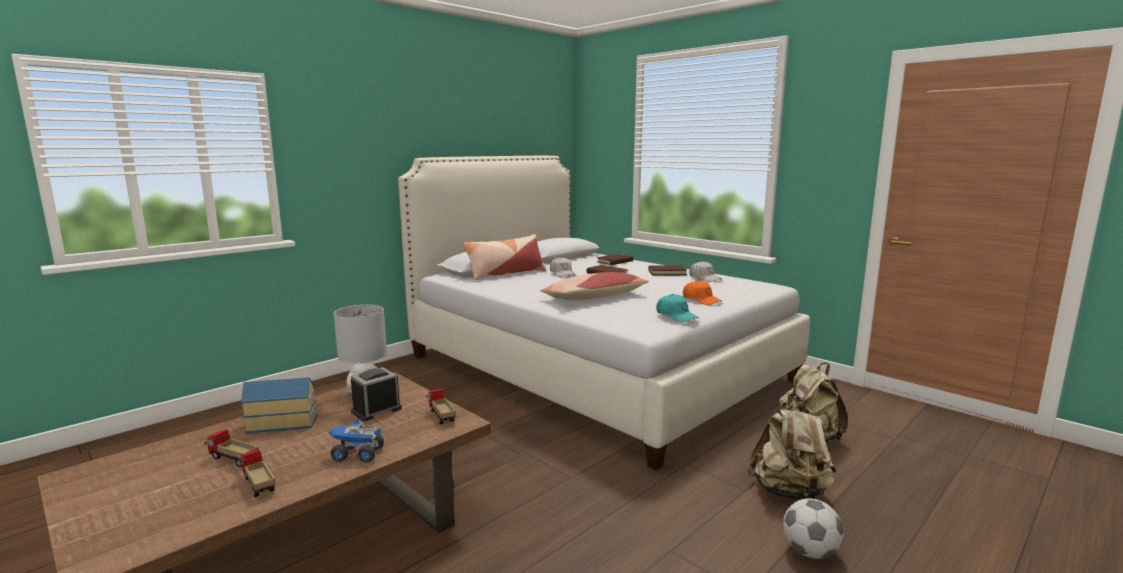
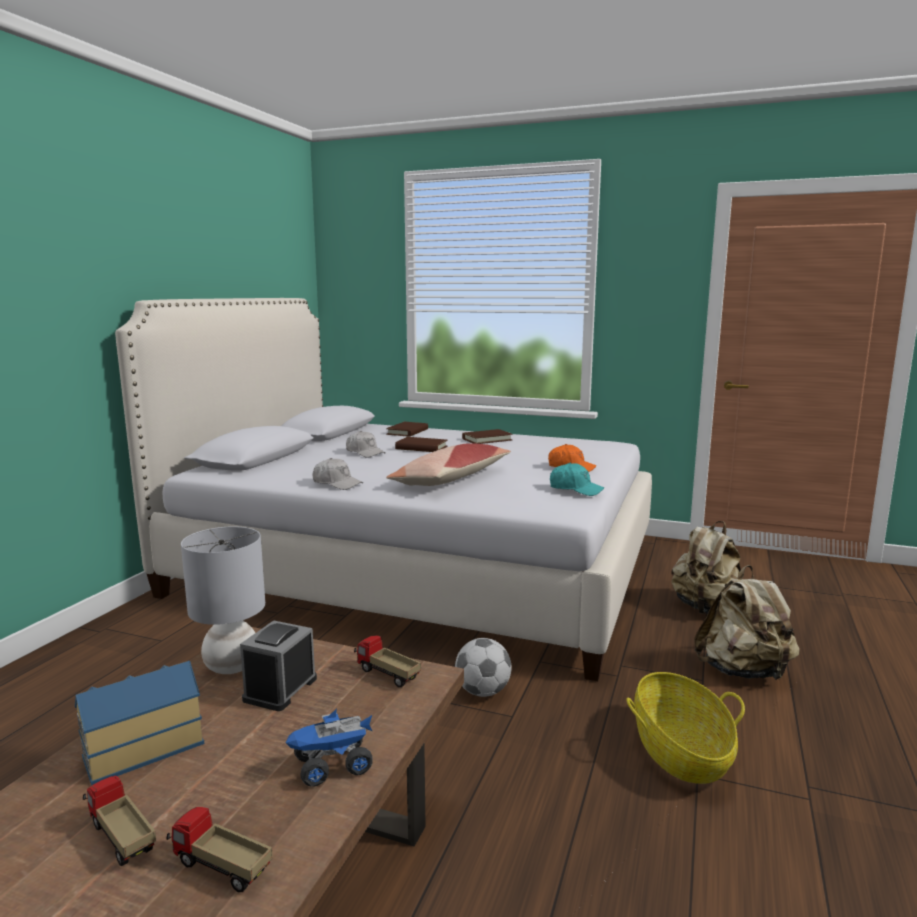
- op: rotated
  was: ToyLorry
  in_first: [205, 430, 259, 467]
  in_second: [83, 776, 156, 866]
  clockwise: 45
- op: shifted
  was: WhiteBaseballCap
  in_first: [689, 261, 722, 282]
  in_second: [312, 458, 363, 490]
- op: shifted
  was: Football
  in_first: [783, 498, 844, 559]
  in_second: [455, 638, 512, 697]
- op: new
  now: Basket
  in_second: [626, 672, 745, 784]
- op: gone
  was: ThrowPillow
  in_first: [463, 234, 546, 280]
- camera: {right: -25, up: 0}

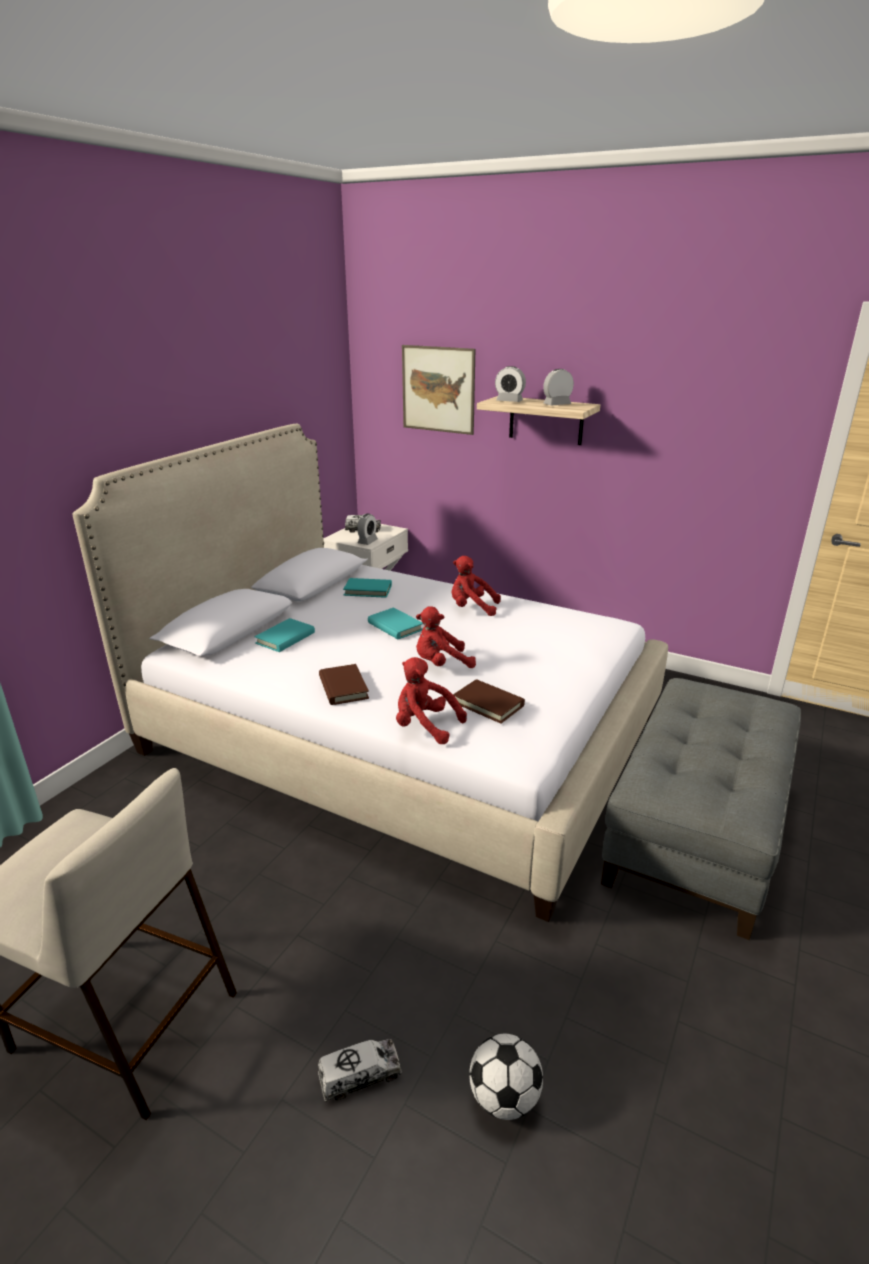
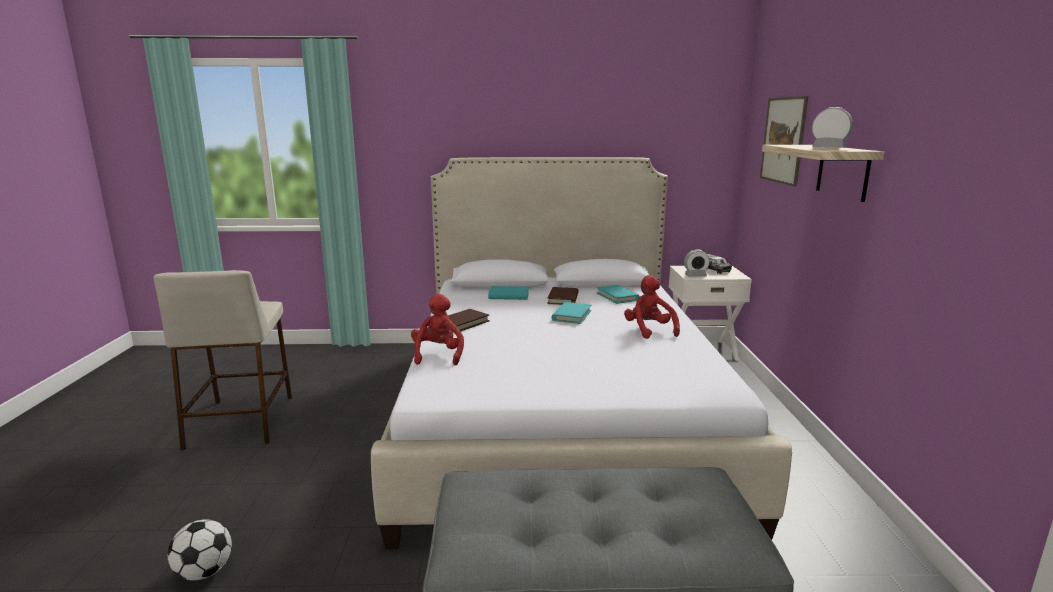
- op: shifted
  was: BrownishVolume
  in_first: [453, 679, 525, 723]
  in_second: [547, 287, 578, 305]
- op: gone
  was: ToyLorry
  in_first: [318, 1039, 402, 1102]
- op: gone
  was: ReddishSoftToy
  in_first: [416, 606, 476, 668]
- op: gone
  was: BedsideClock
  in_first: [495, 366, 526, 402]
- camera: {right: 60, up: -10}

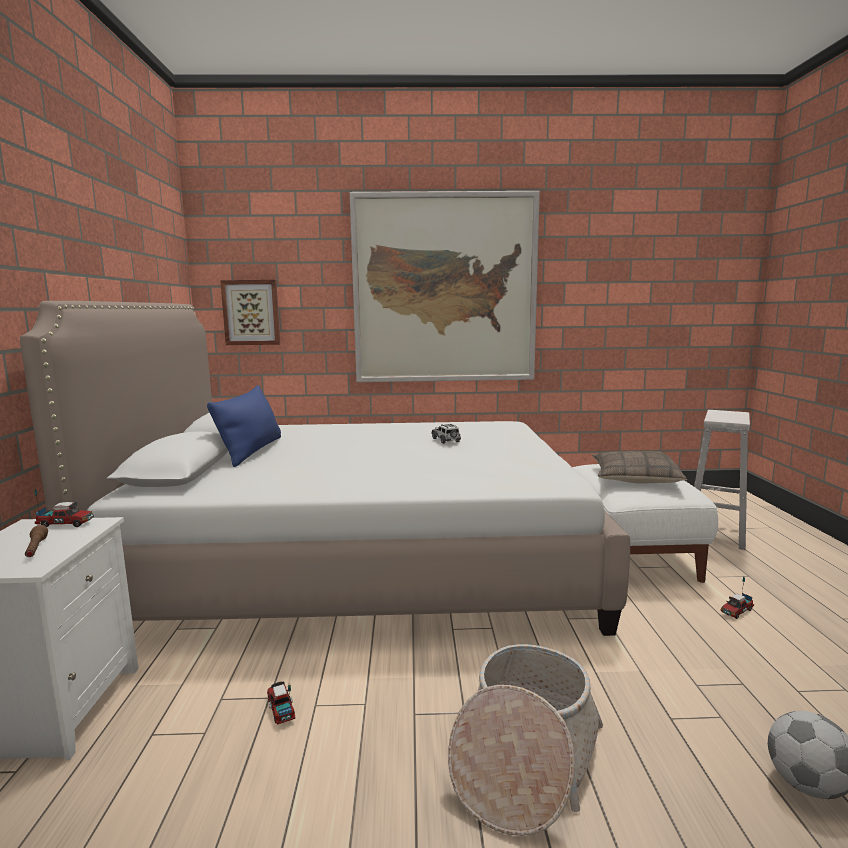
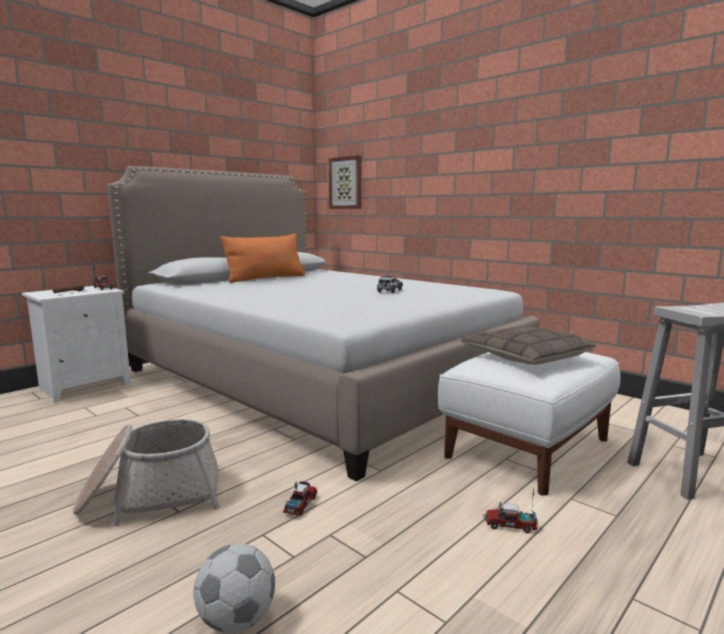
- op: repainted
  was: BluishThrowPillow
  now: OrangeColouredThrowPillow
  in_first: [207, 385, 281, 467]
  in_second: [220, 234, 305, 283]
- op: shifted
  was: ToyLorry
  in_first: [267, 681, 295, 725]
  in_second: [283, 481, 317, 516]
- op: gone
  was: WallPicture
  in_first: [350, 191, 540, 382]
- camera: {right: 45, up: 0}

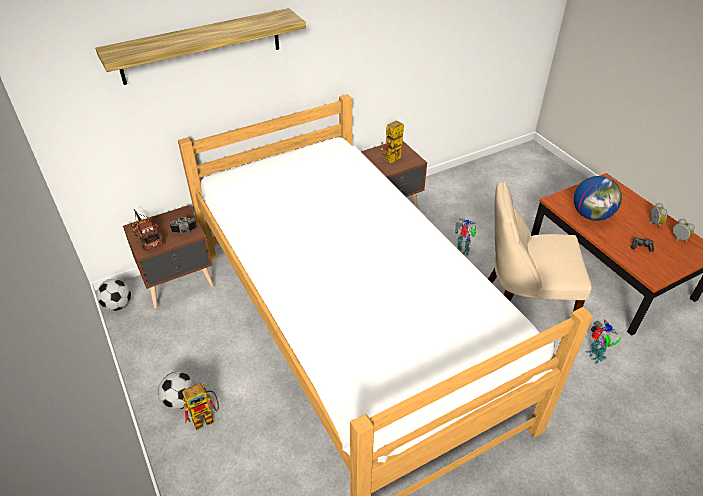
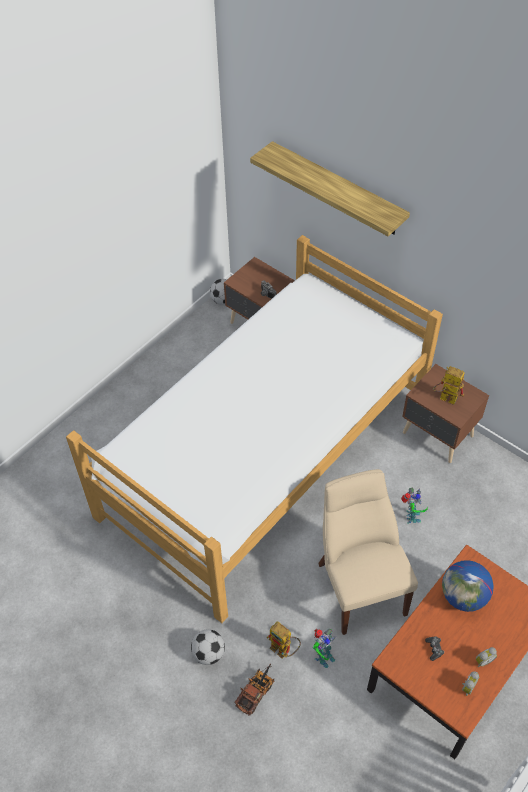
- op: shifted
  was: Football
  in_first: [158, 371, 196, 410]
  in_second: [191, 629, 225, 665]
- op: shifted
  was: ToyLorry
  in_first: [131, 209, 164, 251]
  in_second: [234, 664, 274, 716]
- op: shifted
  was: RobotFigure
  in_first: [182, 383, 219, 430]
  in_second: [267, 622, 301, 659]
- camera: {right: 70, up: 10}

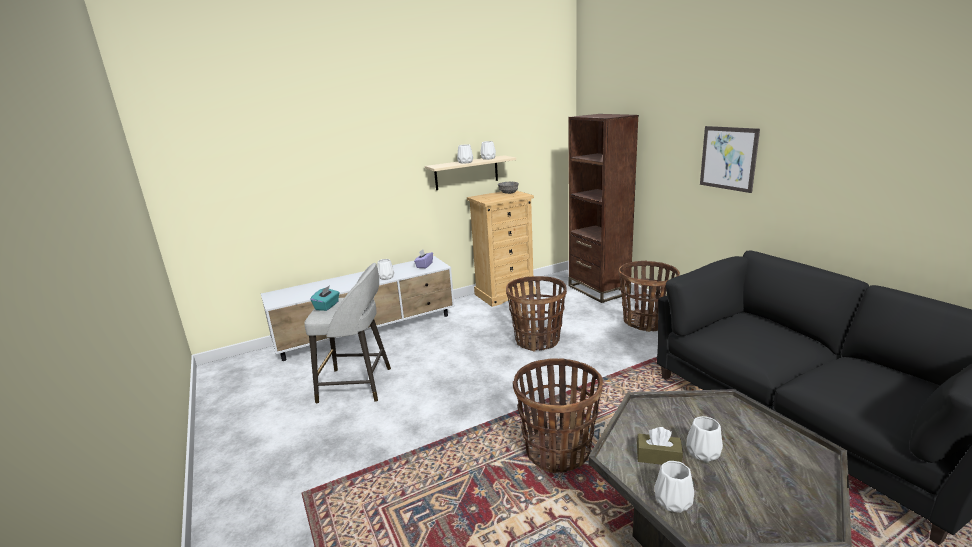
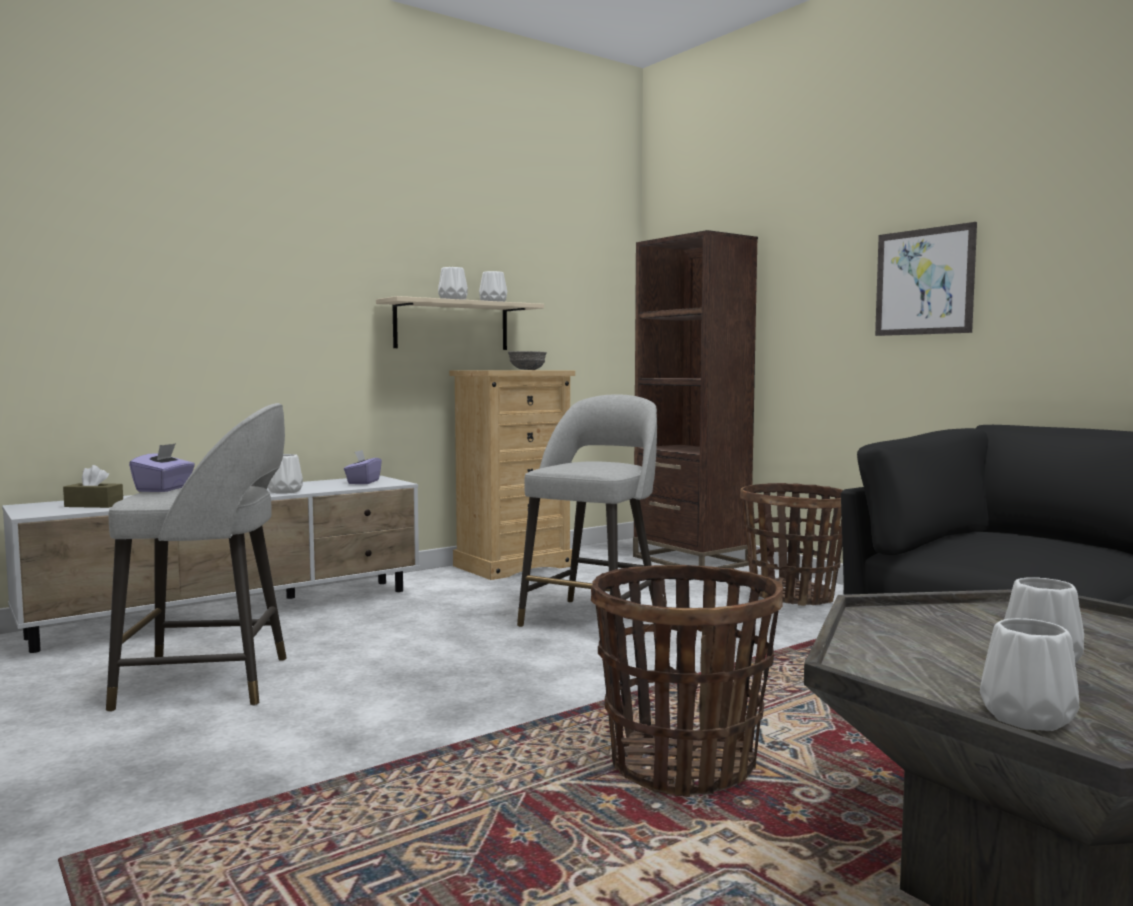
- op: shifted
  was: BrownishTissueHolder
  in_first: [637, 427, 683, 465]
  in_second: [63, 465, 123, 508]
- op: repainted
  was: TurquoiseTissueHolder
  now: PurpleColouredTissueHolder
  in_first: [310, 285, 340, 311]
  in_second: [129, 443, 195, 492]
- op: swapped
  was: Basket
  now: GraySittingStool
  in_first: [506, 276, 567, 351]
  in_second: [517, 394, 657, 627]
- camera: {right: -10, up: -15}

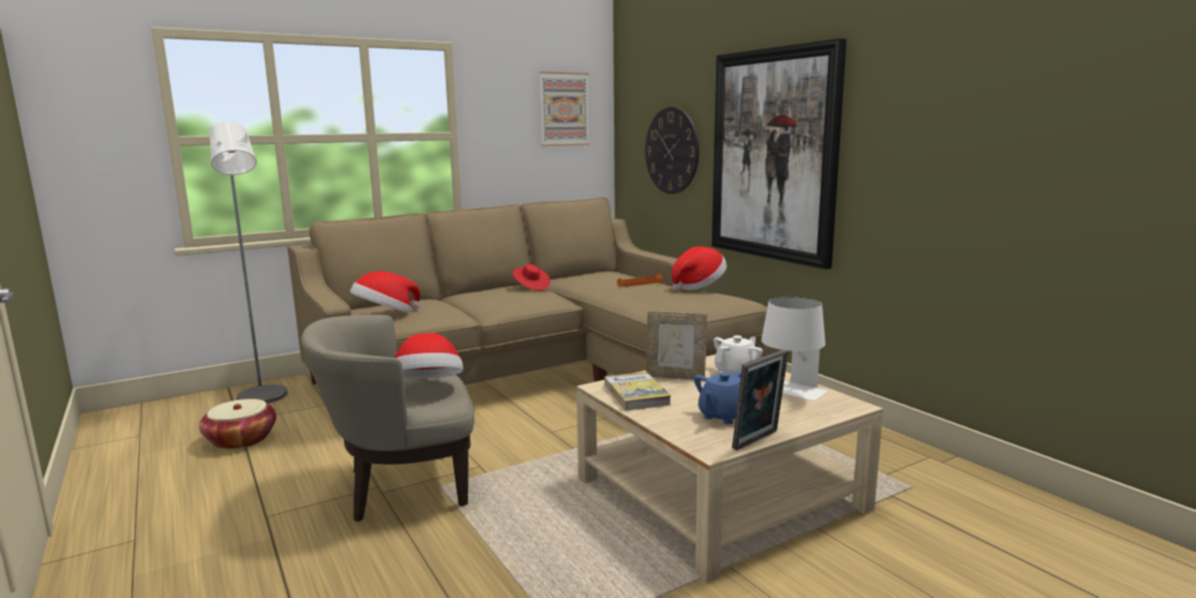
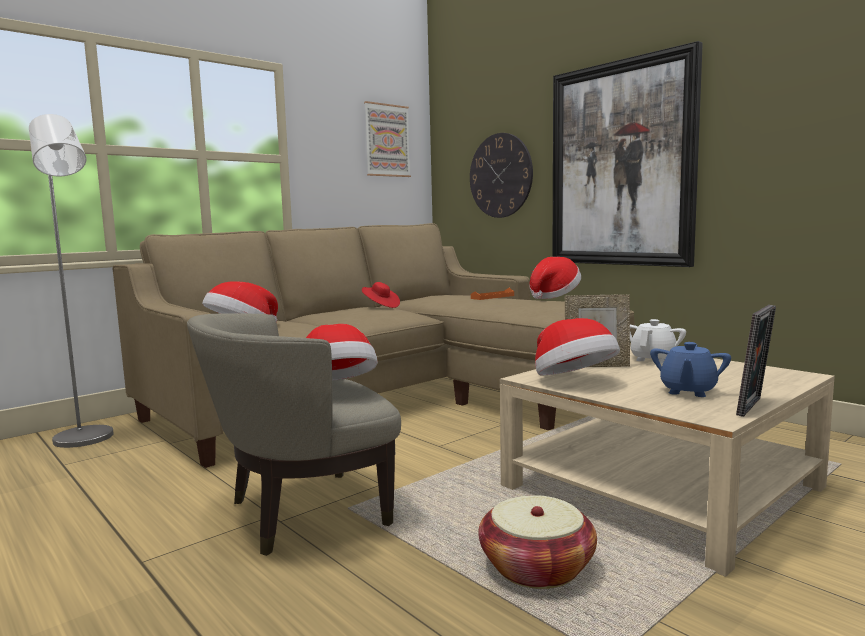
- op: shifted
  was: Basket
  in_first: [199, 399, 277, 449]
  in_second: [478, 495, 597, 589]
- op: swapped
  was: Volume
  now: Hat
  in_first: [605, 372, 671, 411]
  in_second: [535, 318, 620, 375]
- op: gone
  was: WhiteLampForATable
  in_first: [761, 297, 828, 401]
- camera: {right: -10, up: -5}

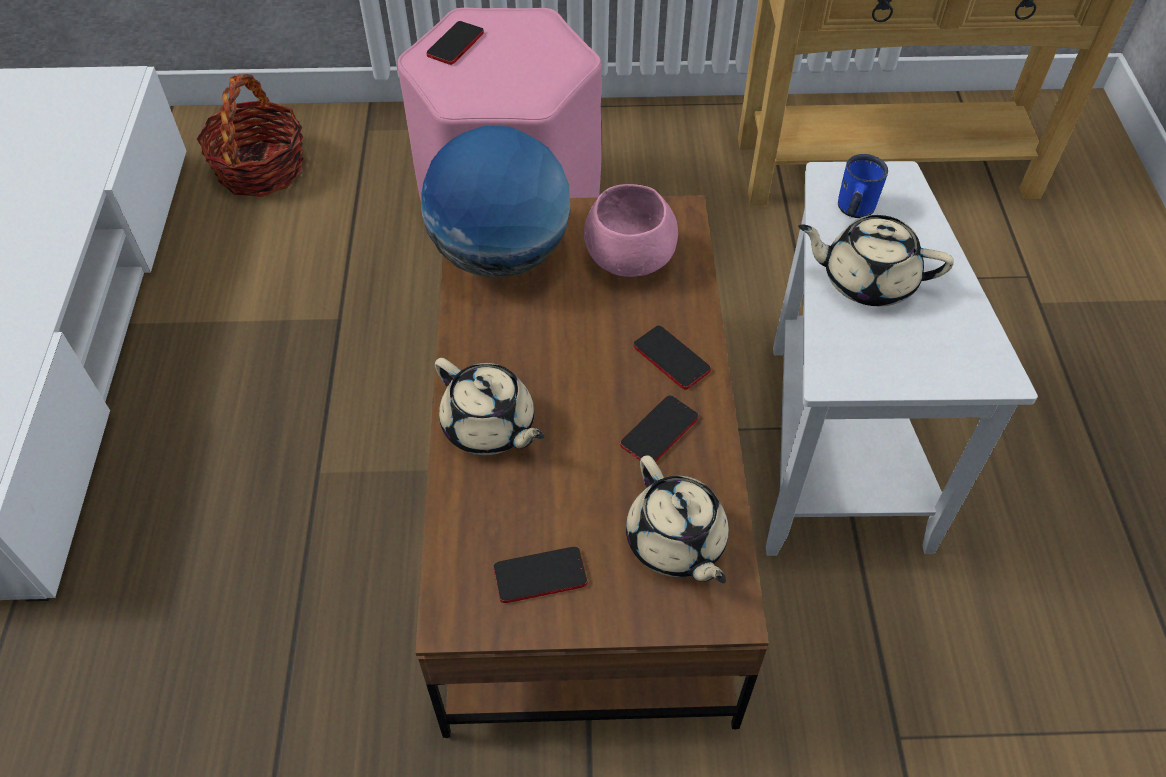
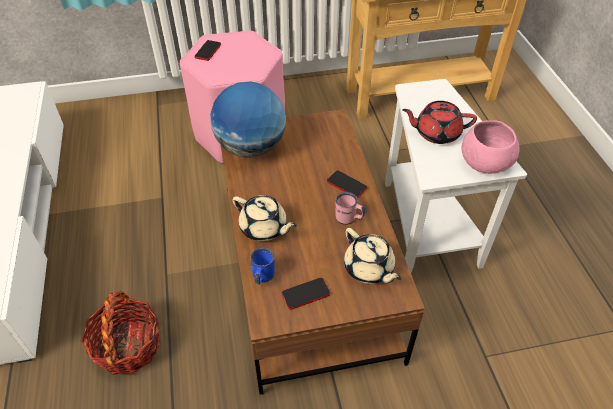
- op: shifted
  was: Basket
  in_first: [197, 74, 304, 197]
  in_second: [81, 290, 160, 375]
- op: shifted
  was: BluishMug
  in_first: [838, 154, 888, 218]
  in_second: [251, 247, 275, 284]
- op: swapped
  was: Phone
  now: PinkMug
  in_first: [620, 395, 698, 462]
  in_second: [335, 192, 365, 225]
- op: repainted
  was: BeigeColouredTeaPot
  now: ReddishTeaPot
  in_first: [798, 215, 954, 306]
  in_second: [402, 101, 477, 144]
- op: shifted
  was: PinkBowl
  in_first: [584, 184, 678, 277]
  in_second: [461, 120, 520, 174]
- camera: {right: -10, up: -5}

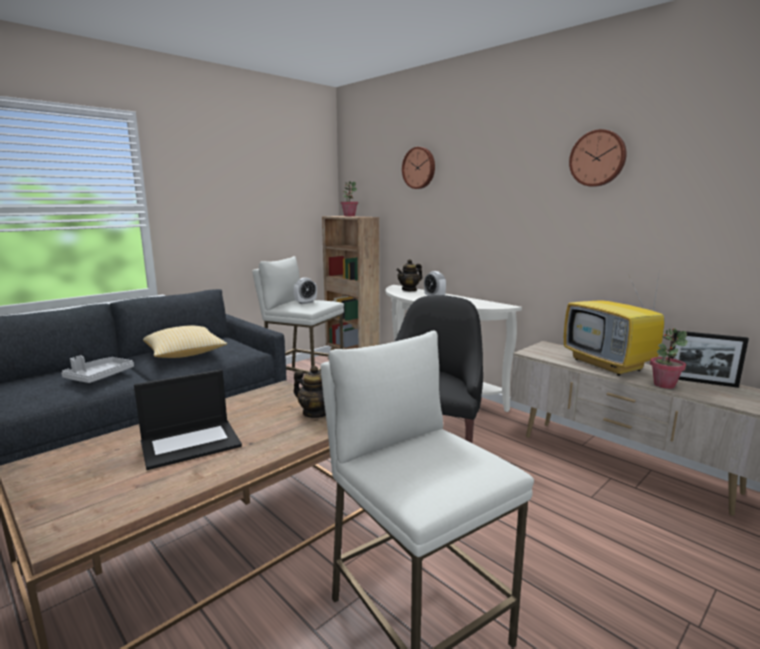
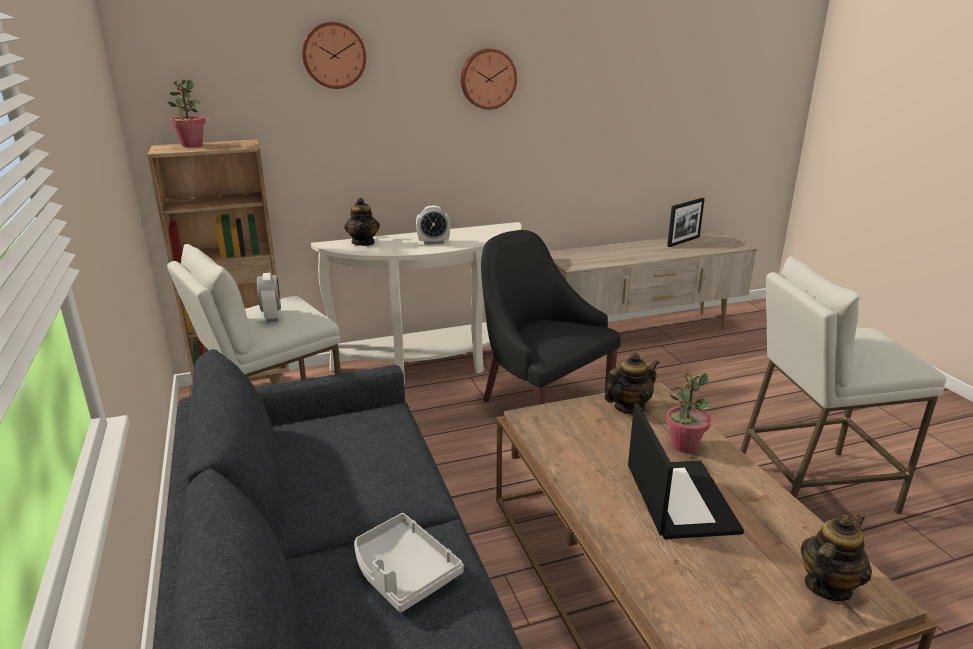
- op: shifted
  was: ClockOnTheWall
  in_first: [569, 129, 627, 187]
  in_second: [461, 48, 517, 110]
- op: shifted
  was: PlantInAPot
  in_first: [650, 328, 688, 389]
  in_second: [666, 372, 711, 453]
- op: new
  now: TeaPot
  in_second: [801, 514, 872, 601]
- op: gone
  was: ThrowPillow
  in_first: [143, 325, 227, 358]
- op: gone
  was: TvSet
  in_first: [564, 269, 664, 376]
- camera: {right: -65, up: 10}

